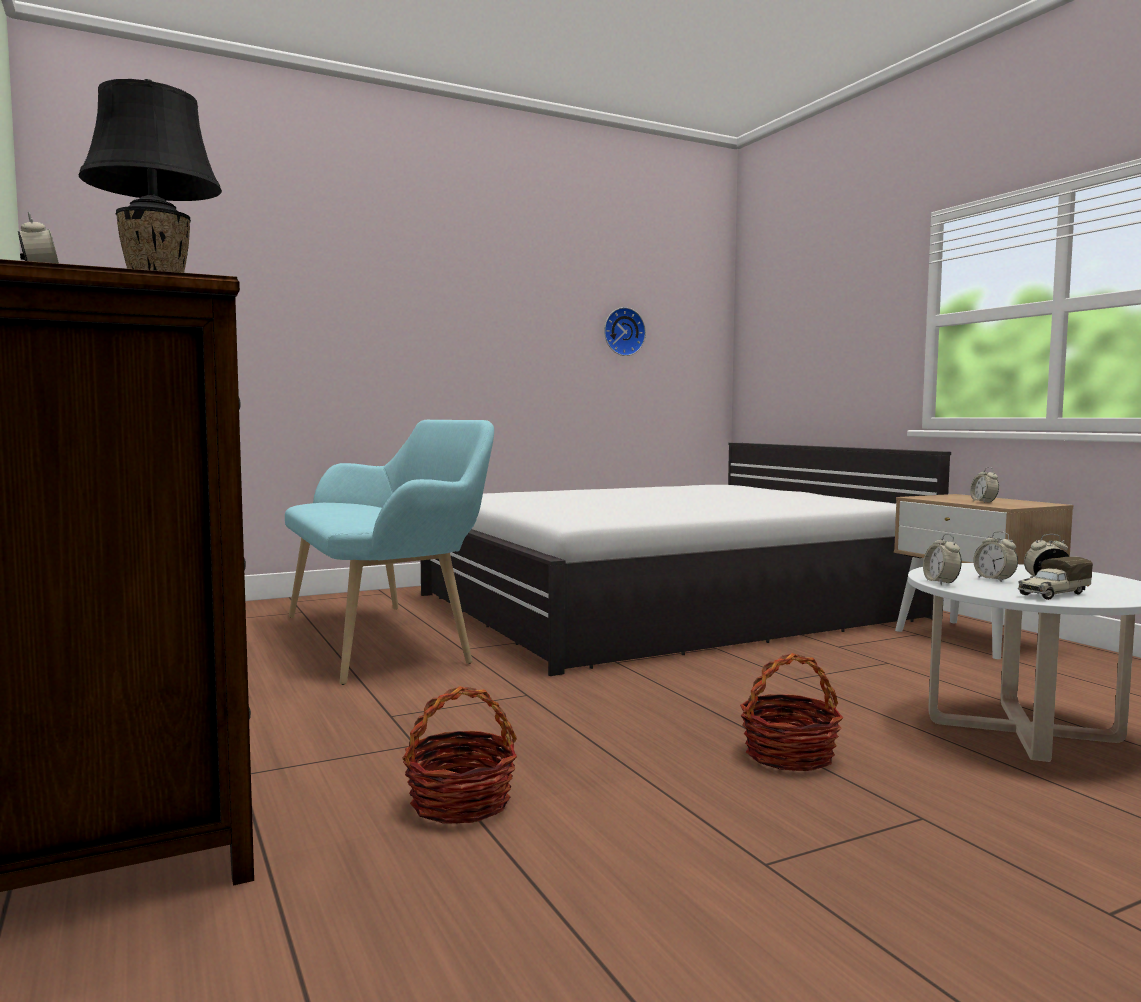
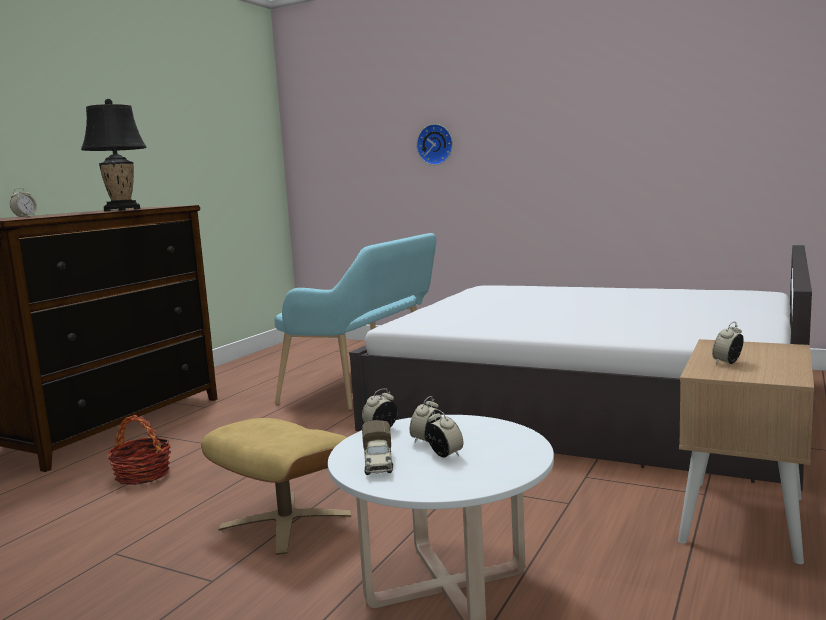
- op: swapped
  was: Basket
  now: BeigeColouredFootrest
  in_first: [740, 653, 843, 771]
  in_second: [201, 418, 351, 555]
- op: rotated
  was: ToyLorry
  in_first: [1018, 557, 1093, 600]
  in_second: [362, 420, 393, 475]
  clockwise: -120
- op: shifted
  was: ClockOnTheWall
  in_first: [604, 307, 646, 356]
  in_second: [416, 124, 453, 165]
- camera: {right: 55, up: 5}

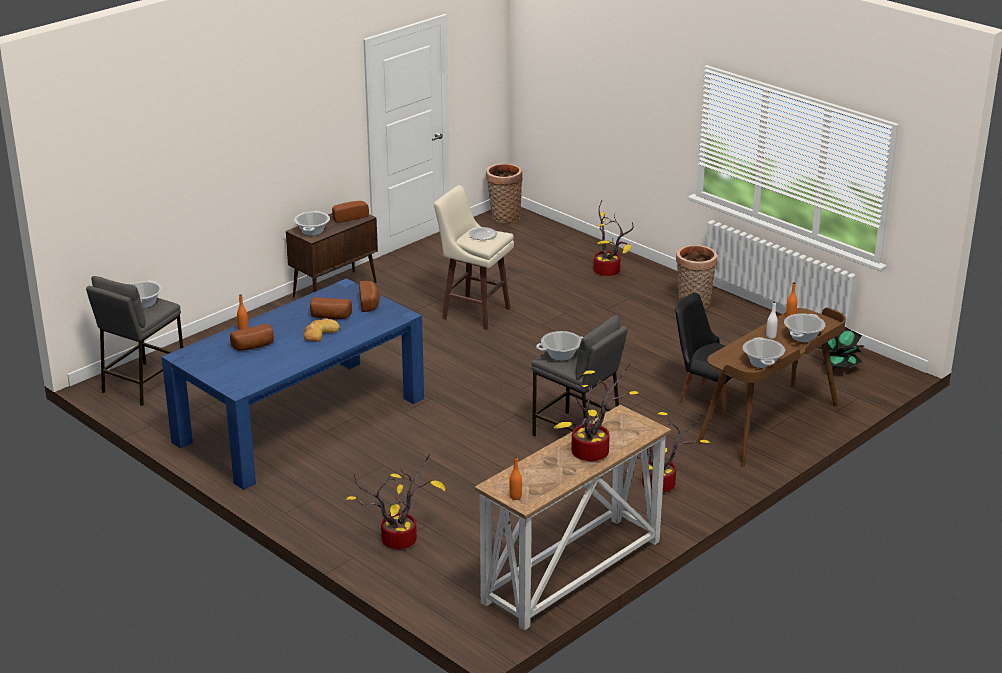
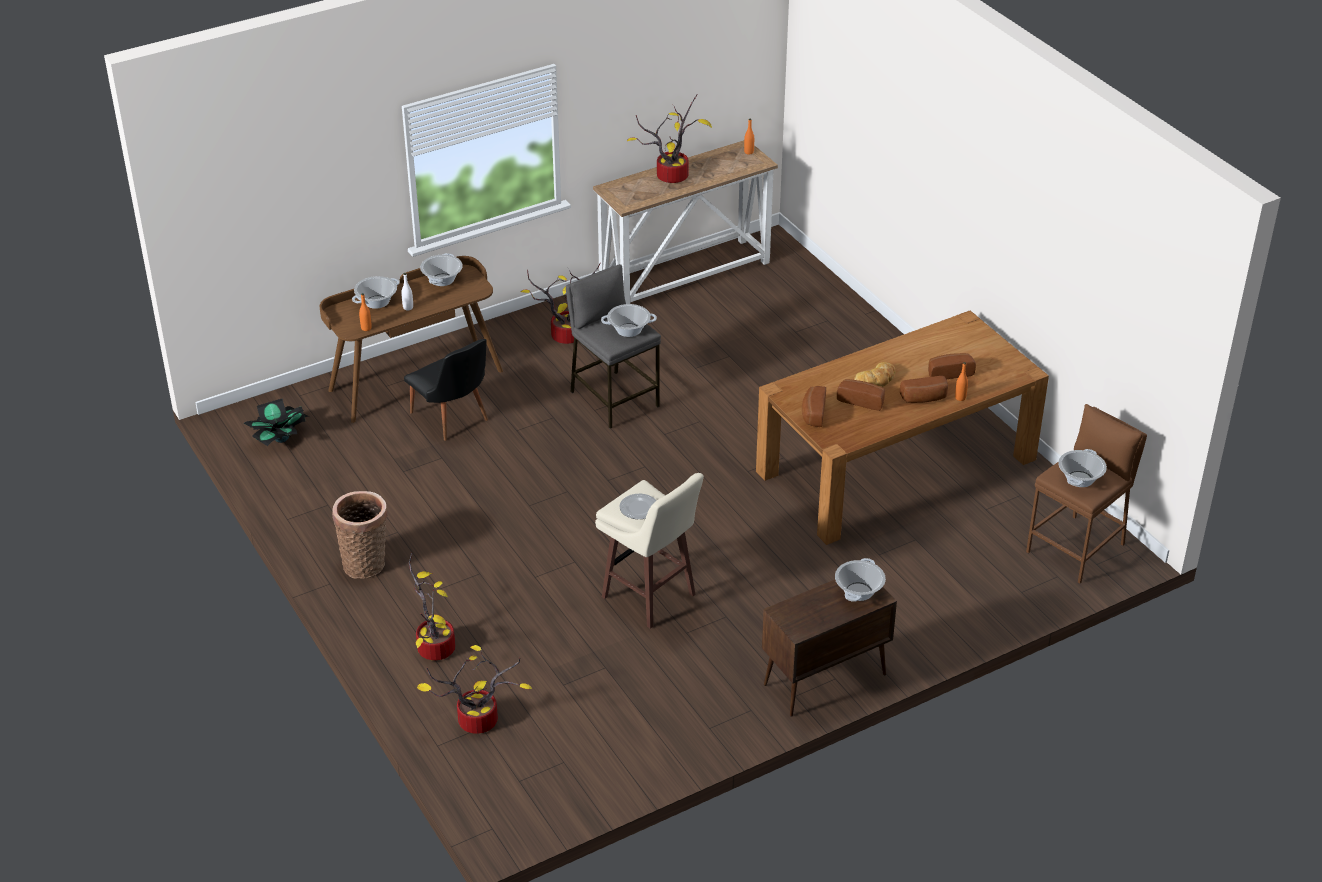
- op: shifted
  was: PlantInAPot
  in_first: [345, 454, 445, 549]
  in_second: [417, 645, 532, 734]
- op: repainted
  was: BluishKitchenTable
  now: BrownishKitchenTable
  in_first: [161, 278, 424, 490]
  in_second: [756, 310, 1049, 545]
- op: shifted
  was: Bread
  in_first: [332, 201, 369, 223]
  in_second: [900, 376, 948, 403]
- op: repainted
  was: GraySittingStool
  now: BrownishSittingStool
  in_first: [86, 276, 183, 406]
  in_second: [1026, 404, 1147, 583]
- op: gone
  was: Basket
  in_first: [486, 163, 523, 223]
- camera: {right: -165, up: 10}

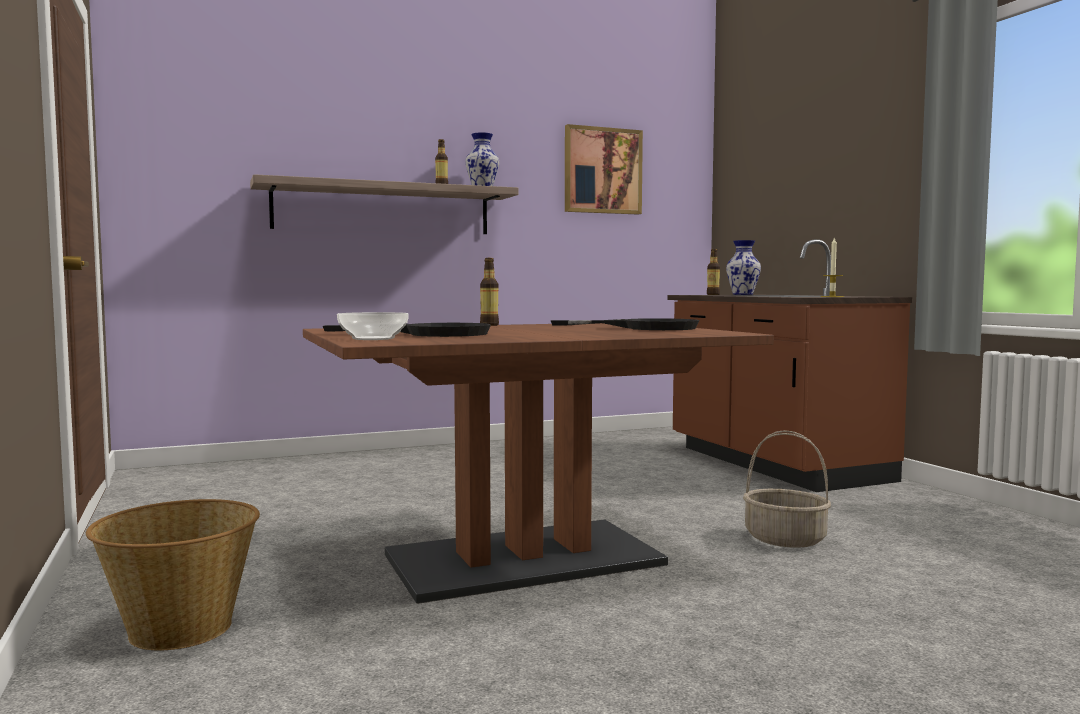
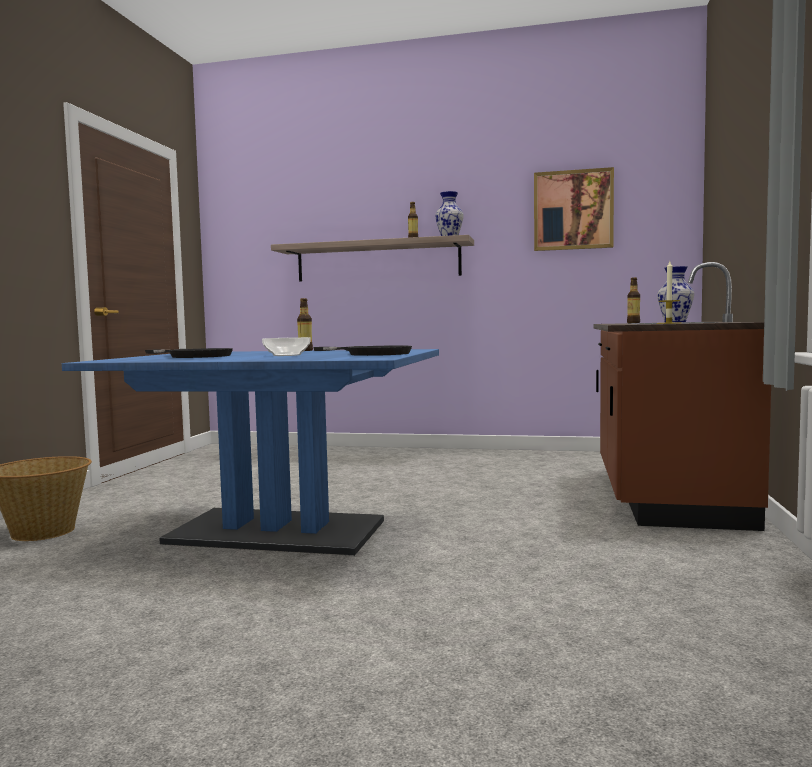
- op: repainted
  was: BrownishKitchenTable
  now: BluishKitchenTable
  in_first: [303, 323, 774, 604]
  in_second: [62, 349, 439, 556]
- op: shifted
  was: Bowl
  in_first: [337, 312, 409, 340]
  in_second: [262, 337, 311, 356]
- op: gone
  was: Basket
  in_first: [743, 430, 831, 548]
- camera: {right: 35, up: 0}

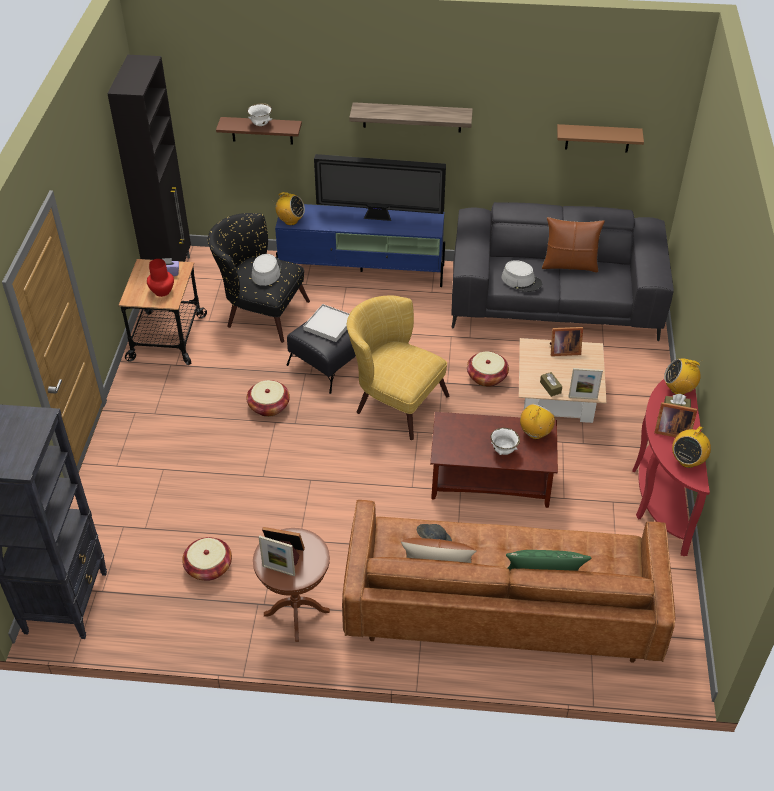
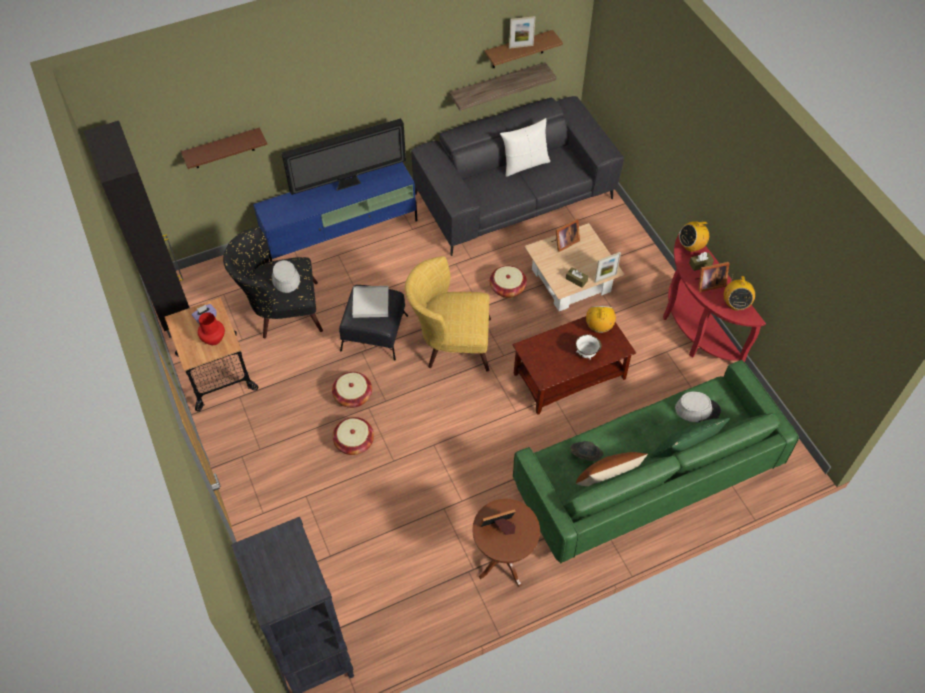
- op: shifted
  was: Basket
  in_first: [182, 537, 232, 581]
  in_second: [333, 417, 374, 455]
- op: shifted
  was: WallShelf
  in_first: [349, 102, 473, 133]
  in_second: [449, 62, 556, 111]
- op: repainted
  was: BrownishThrowPillow
  now: WhiteThrowPillow
  in_first: [542, 217, 605, 272]
  in_second: [500, 118, 550, 177]
- op: shifted
  was: PhotoFrame
  in_first: [259, 535, 295, 576]
  in_second: [509, 16, 536, 49]
- op: repainted
  was: BrownishSettee
  now: GreenishSettee
  in_first: [342, 500, 675, 663]
  in_second: [513, 360, 799, 564]
- op: shifted
  was: GrayHat
  in_first: [502, 260, 542, 292]
  in_second: [675, 391, 721, 422]
- op: gone
  was: WhiteBowl
  in_first: [247, 103, 272, 126]
- op: gone
  was: RadioSet
  in_first: [274, 192, 305, 225]
- camera: {right: -30, up: 10}

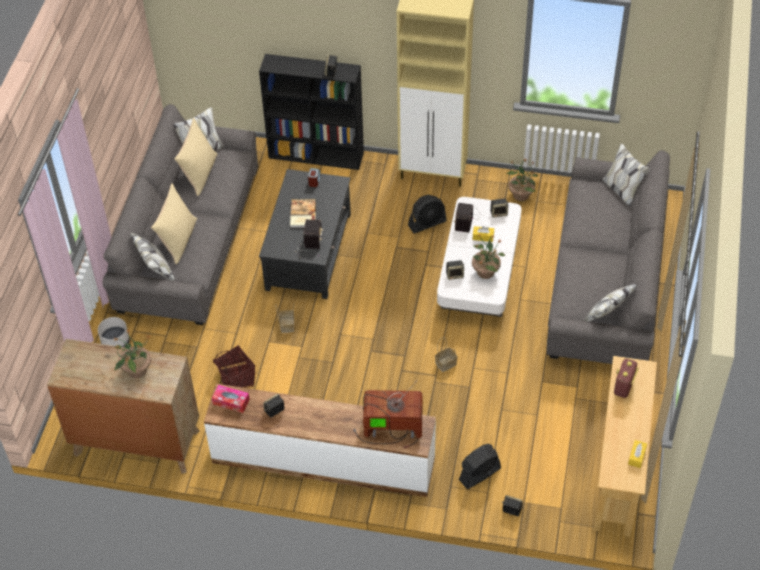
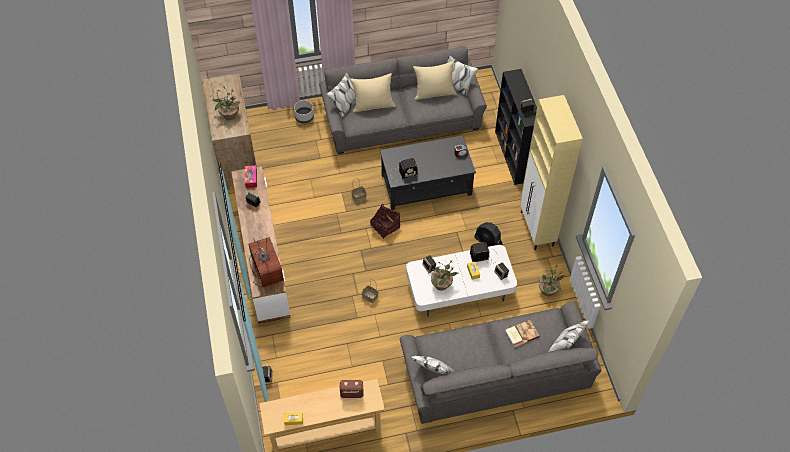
- op: shifted
  was: Basket
  in_first: [213, 345, 255, 388]
  in_second: [370, 204, 400, 239]
- op: shifted
  was: Volume
  in_first: [290, 199, 316, 228]
  in_second: [505, 320, 540, 347]
- op: gone
  was: BlackColouredElectricFan
  in_first: [459, 444, 501, 489]
- camera: {right: 65, up: 5}

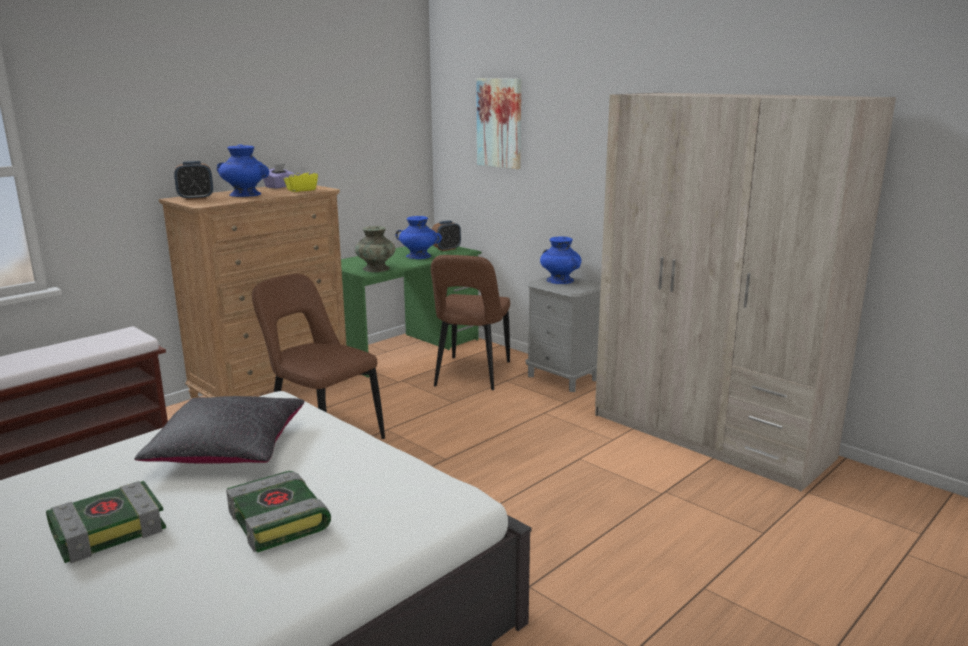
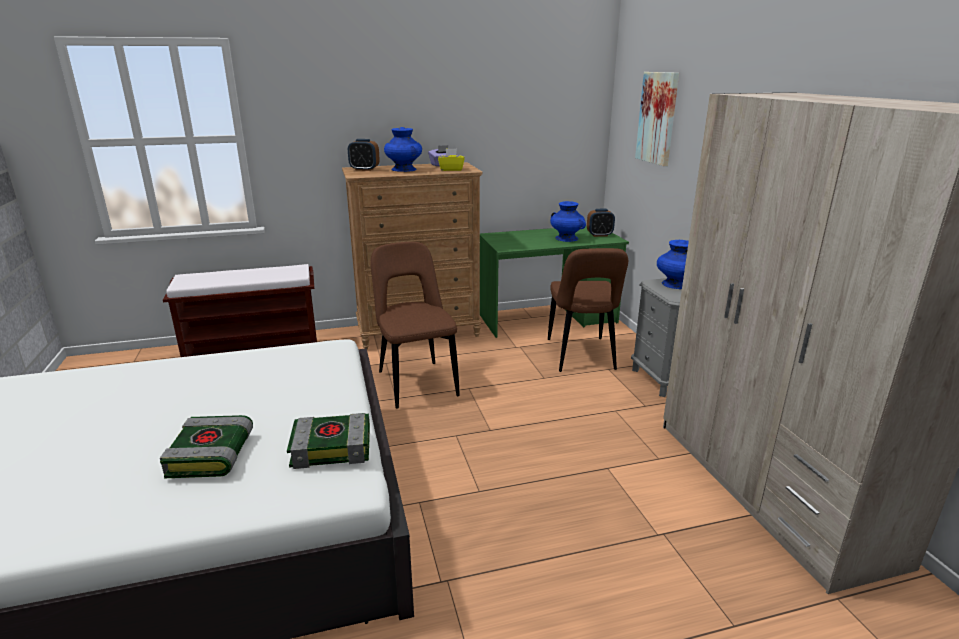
- op: shifted
  was: Volume
  in_first: [46, 481, 166, 563]
  in_second: [287, 413, 370, 469]
- op: rotated
  was: BrownishUprightChair
  in_first: [431, 255, 510, 390]
  in_second: [548, 248, 628, 372]
  clockwise: -45
- op: gone
  was: BlackColouredThrowPillow
  in_first: [134, 396, 304, 464]
- op: gone
  was: TurquoiseFlowerVase
  in_first: [355, 226, 396, 272]
- camera: {right: 30, up: 5}

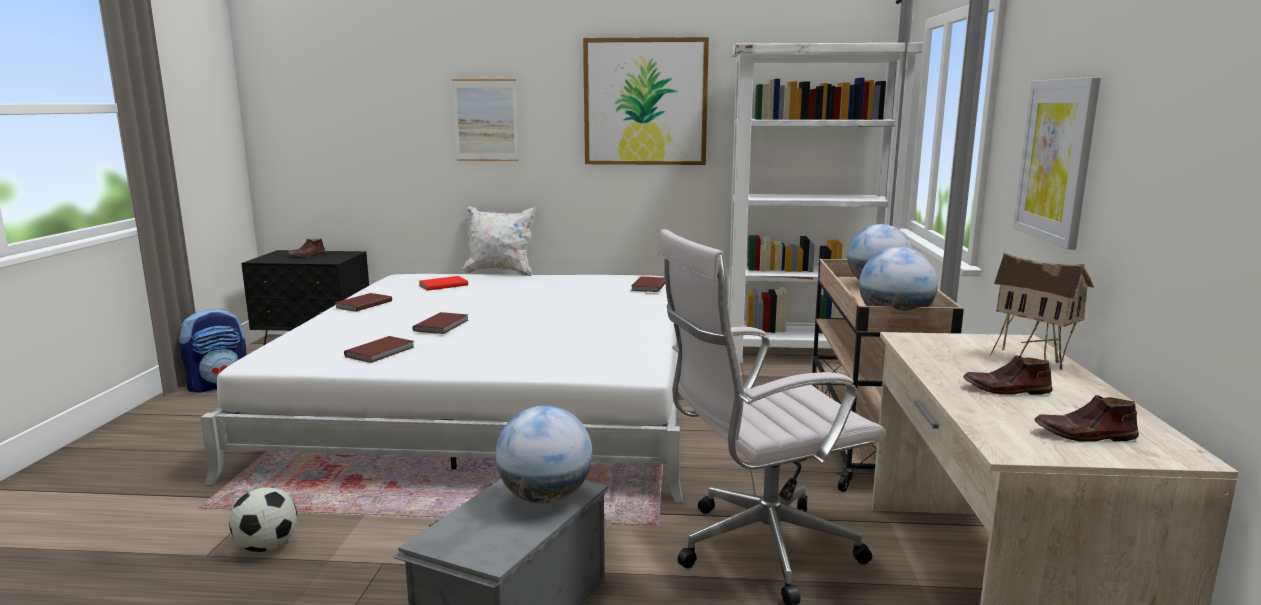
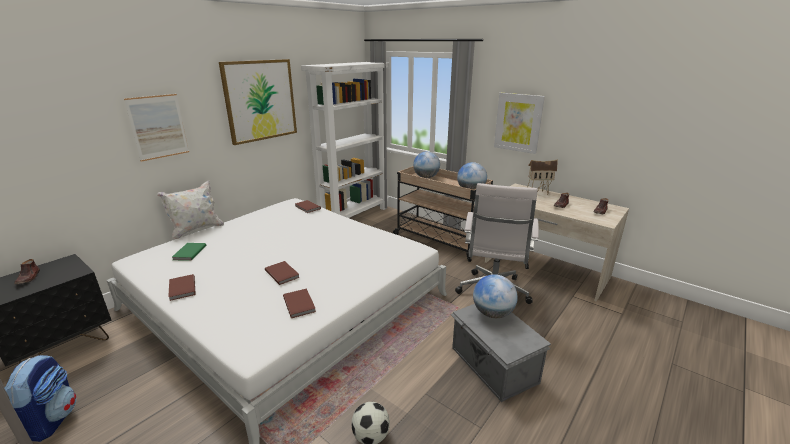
- op: repainted
  was: ReddishVolume
  now: GreenishVolume
  in_first: [419, 276, 468, 291]
  in_second: [172, 243, 206, 261]
- camera: {right: -55, up: 10}

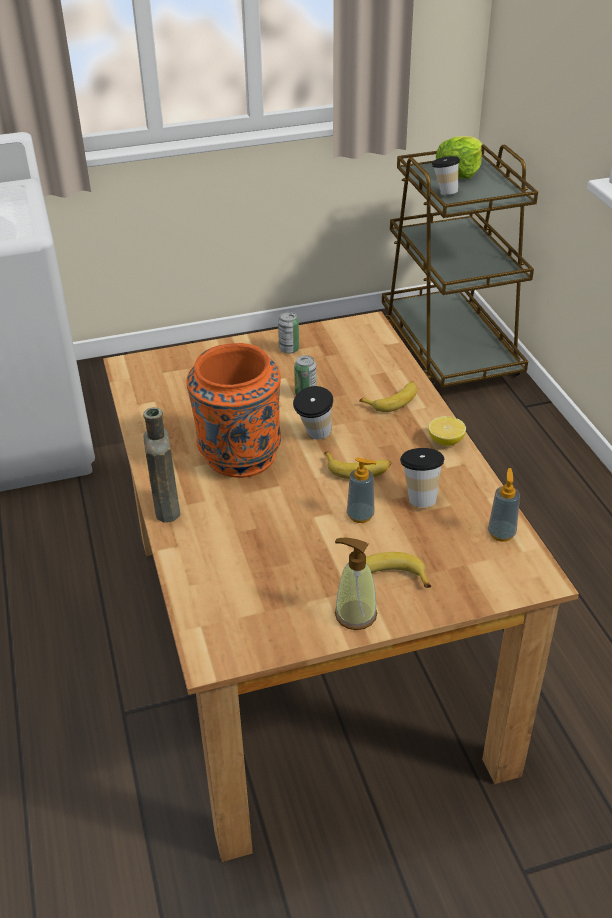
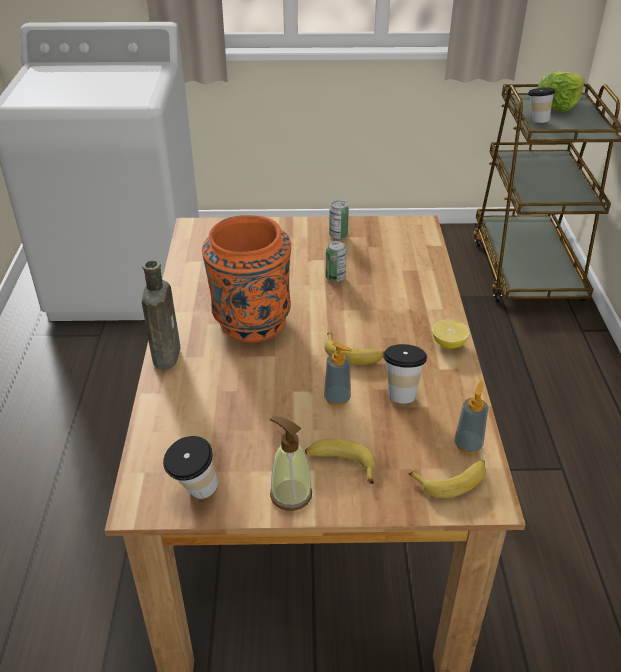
- op: shifted
  was: Cup
  in_first: [293, 386, 333, 439]
  in_second: [163, 436, 218, 499]
- op: shifted
  was: WholeBanana
  in_first: [359, 381, 417, 412]
  in_second: [408, 459, 486, 498]
- camera: {right: 15, up: 0}

